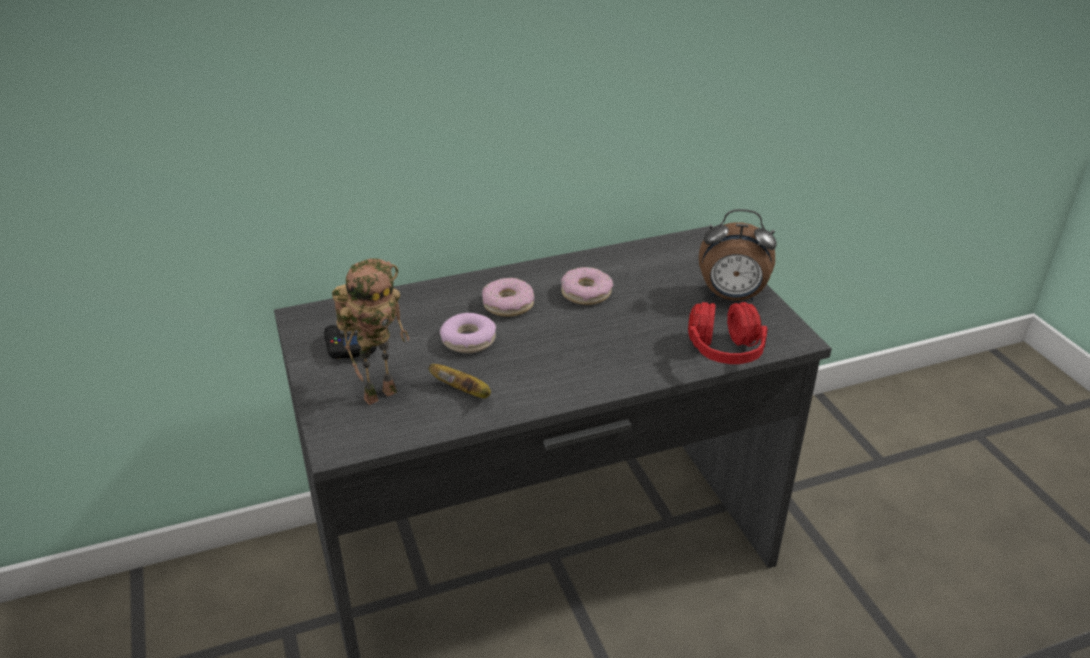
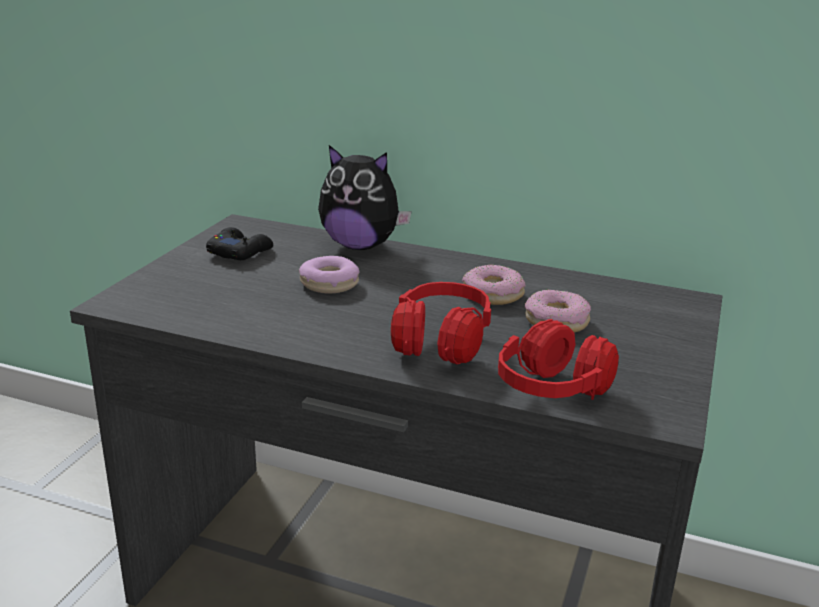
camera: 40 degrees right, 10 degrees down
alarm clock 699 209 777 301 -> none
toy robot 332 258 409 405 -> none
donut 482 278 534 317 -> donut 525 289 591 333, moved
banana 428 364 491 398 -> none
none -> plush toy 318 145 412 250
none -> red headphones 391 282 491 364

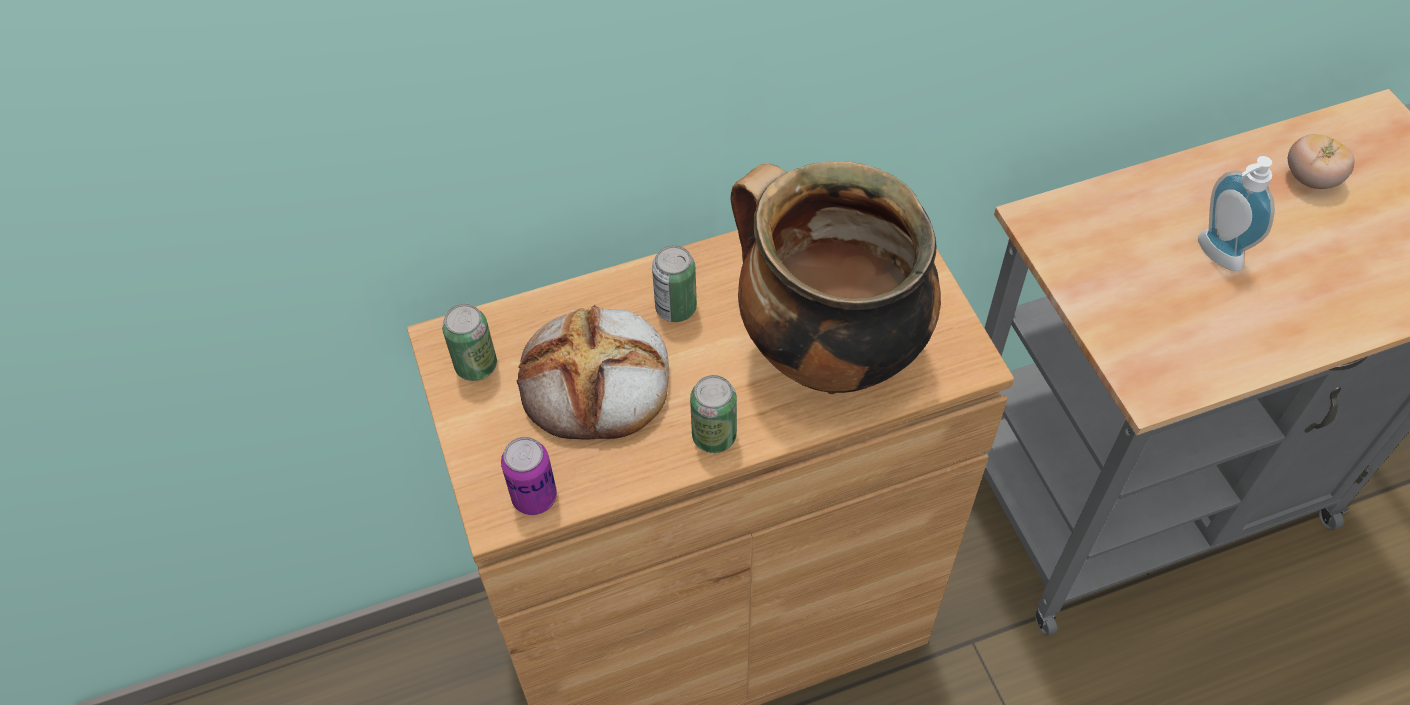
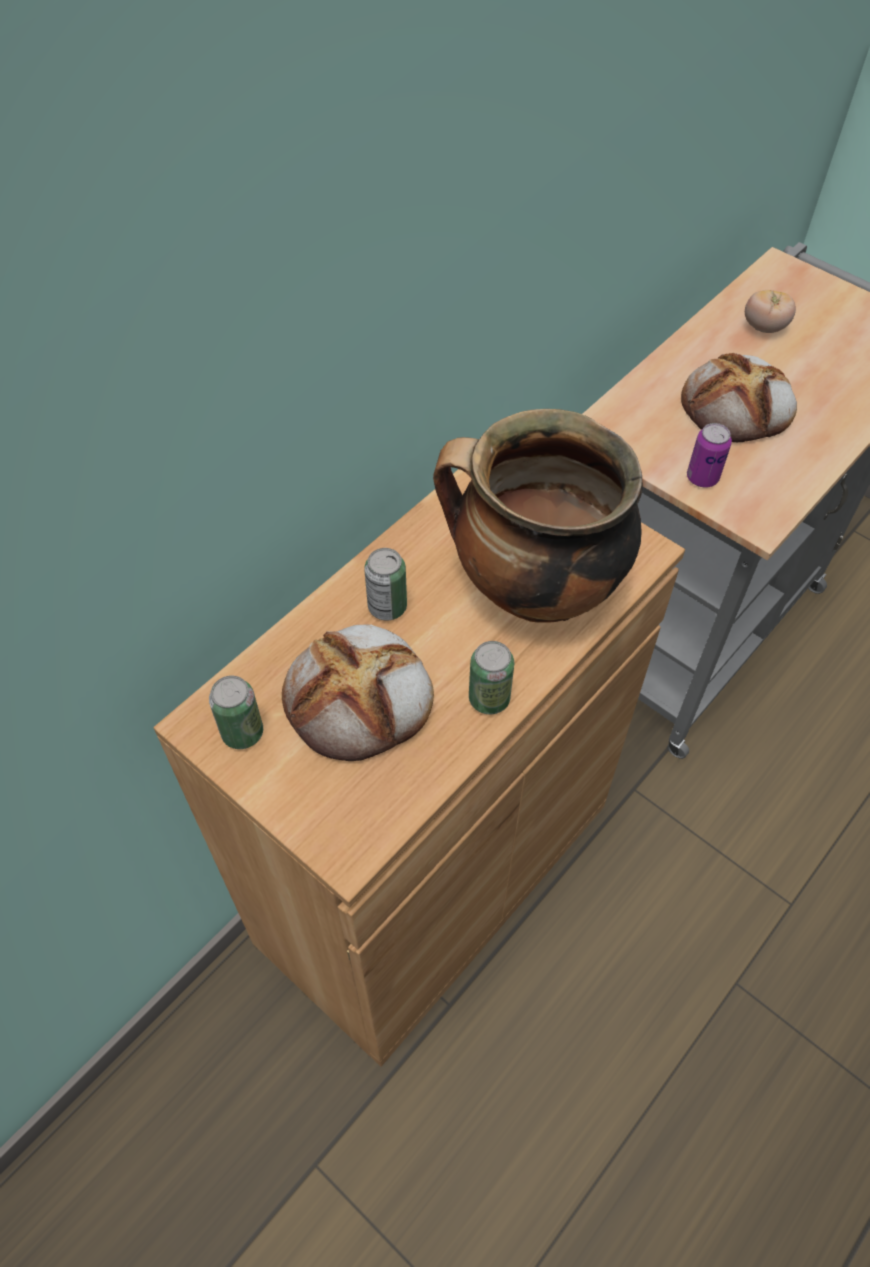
camera: 30 degrees left, 0 degrees up
soap dispenser 1198 156 1275 271 -> bread 681 353 797 442
can 501 437 557 515 -> can 687 423 732 488, moved

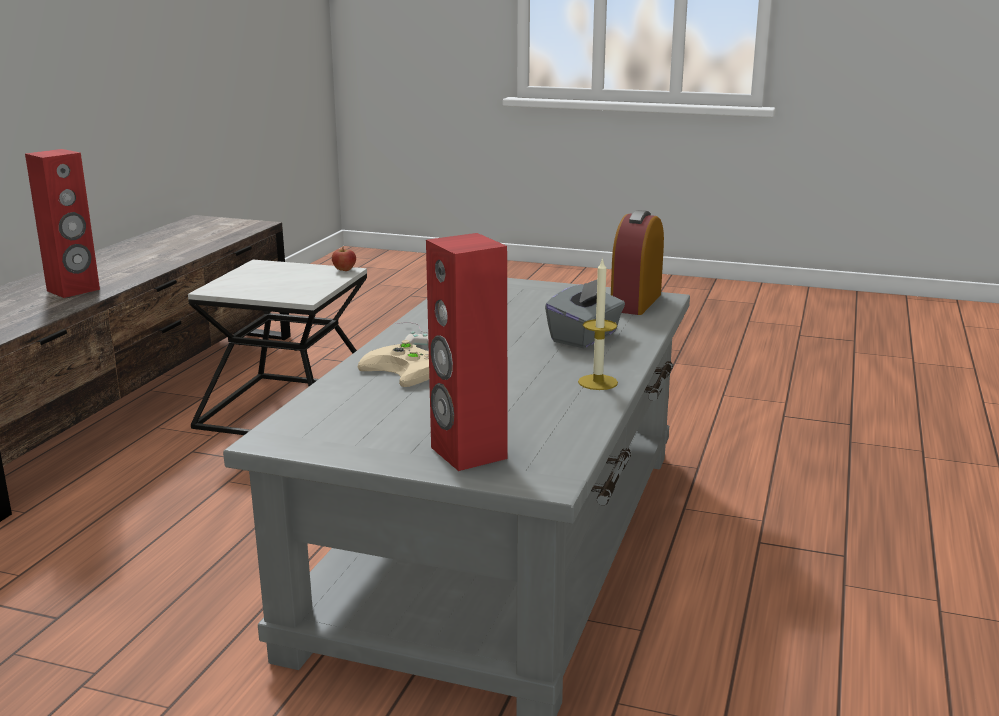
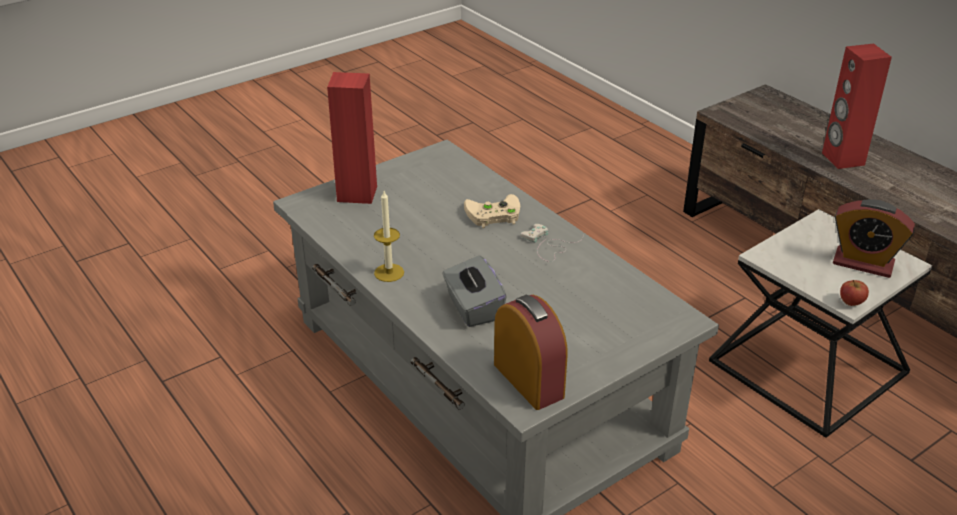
camera: 125 degrees right, 15 degrees up
none -> alarm clock 833 199 915 278

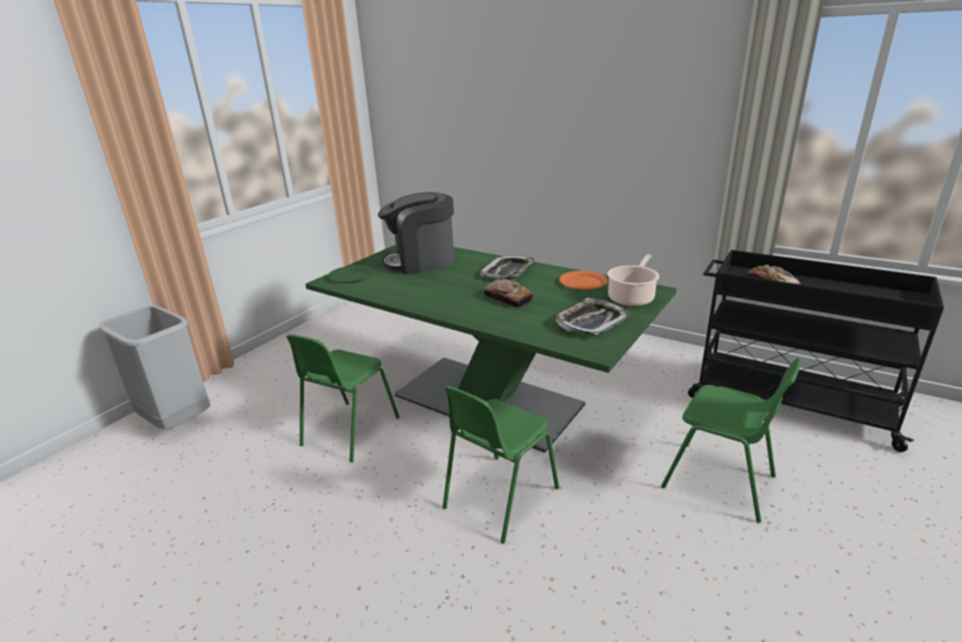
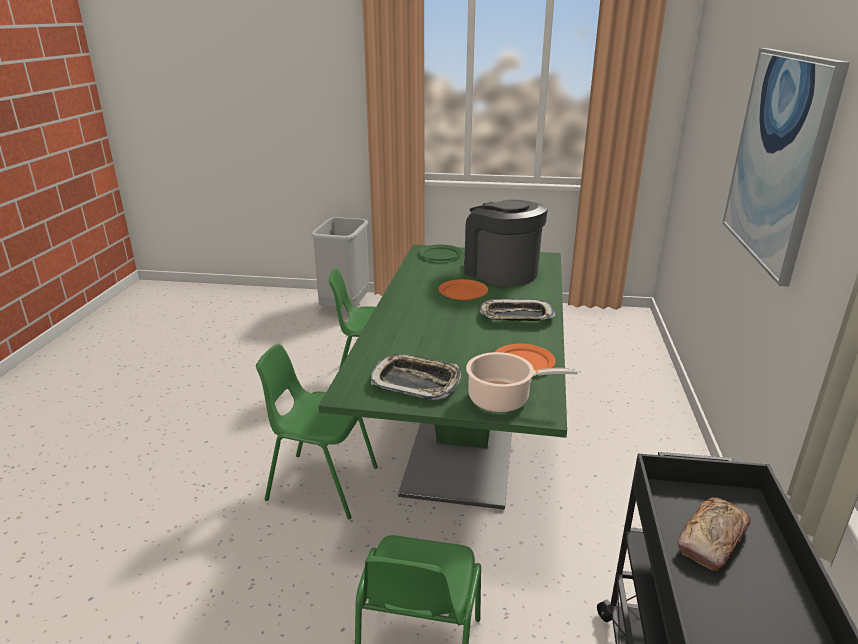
camera: 65 degrees right, 0 degrees up
bread 483 279 533 308 -> none
none -> picture 723 48 850 287
none -> orange plate 438 279 488 300

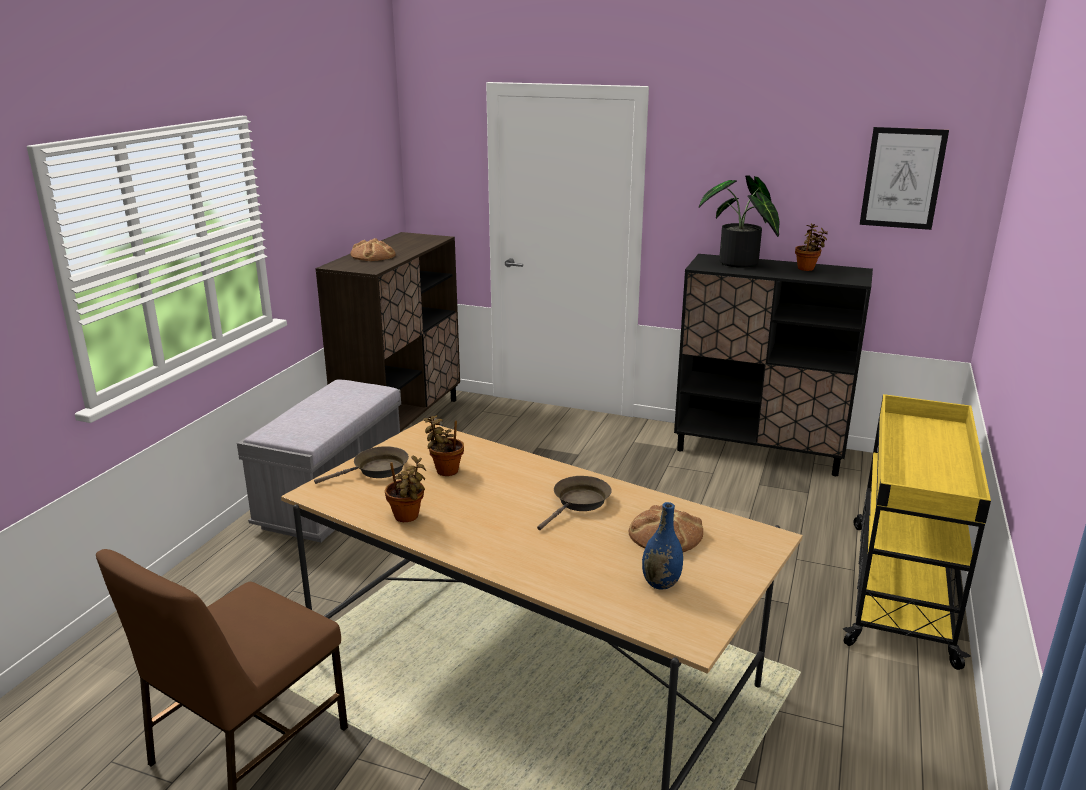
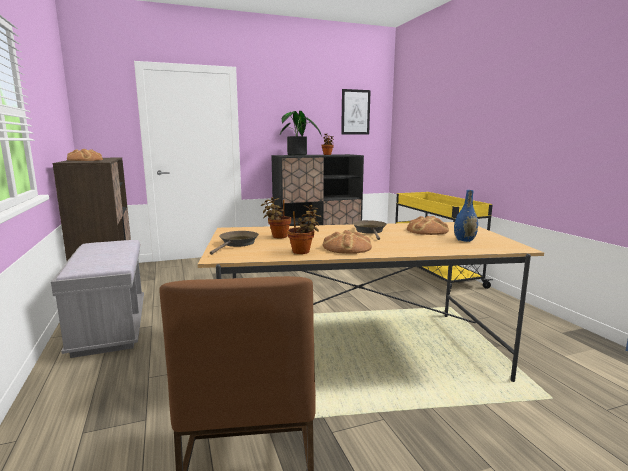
camera: 40 degrees left, 10 degrees down
none -> bread 323 230 372 254

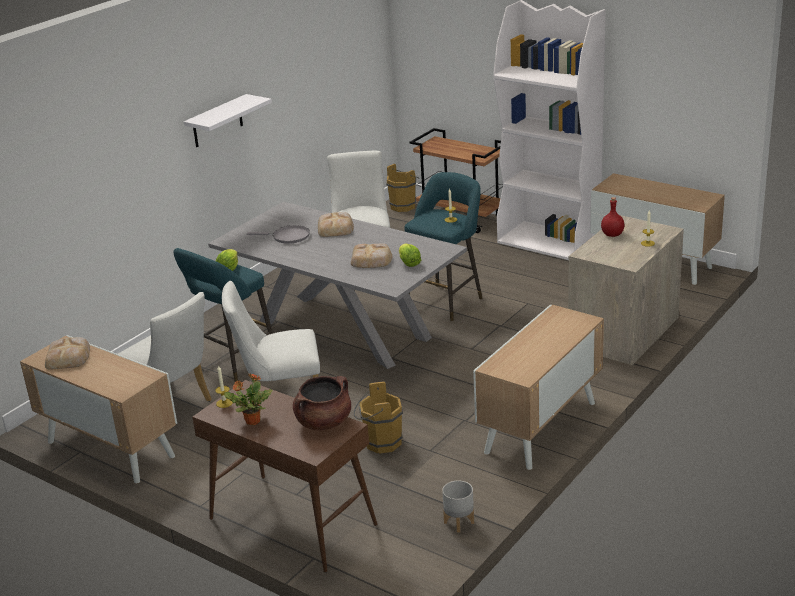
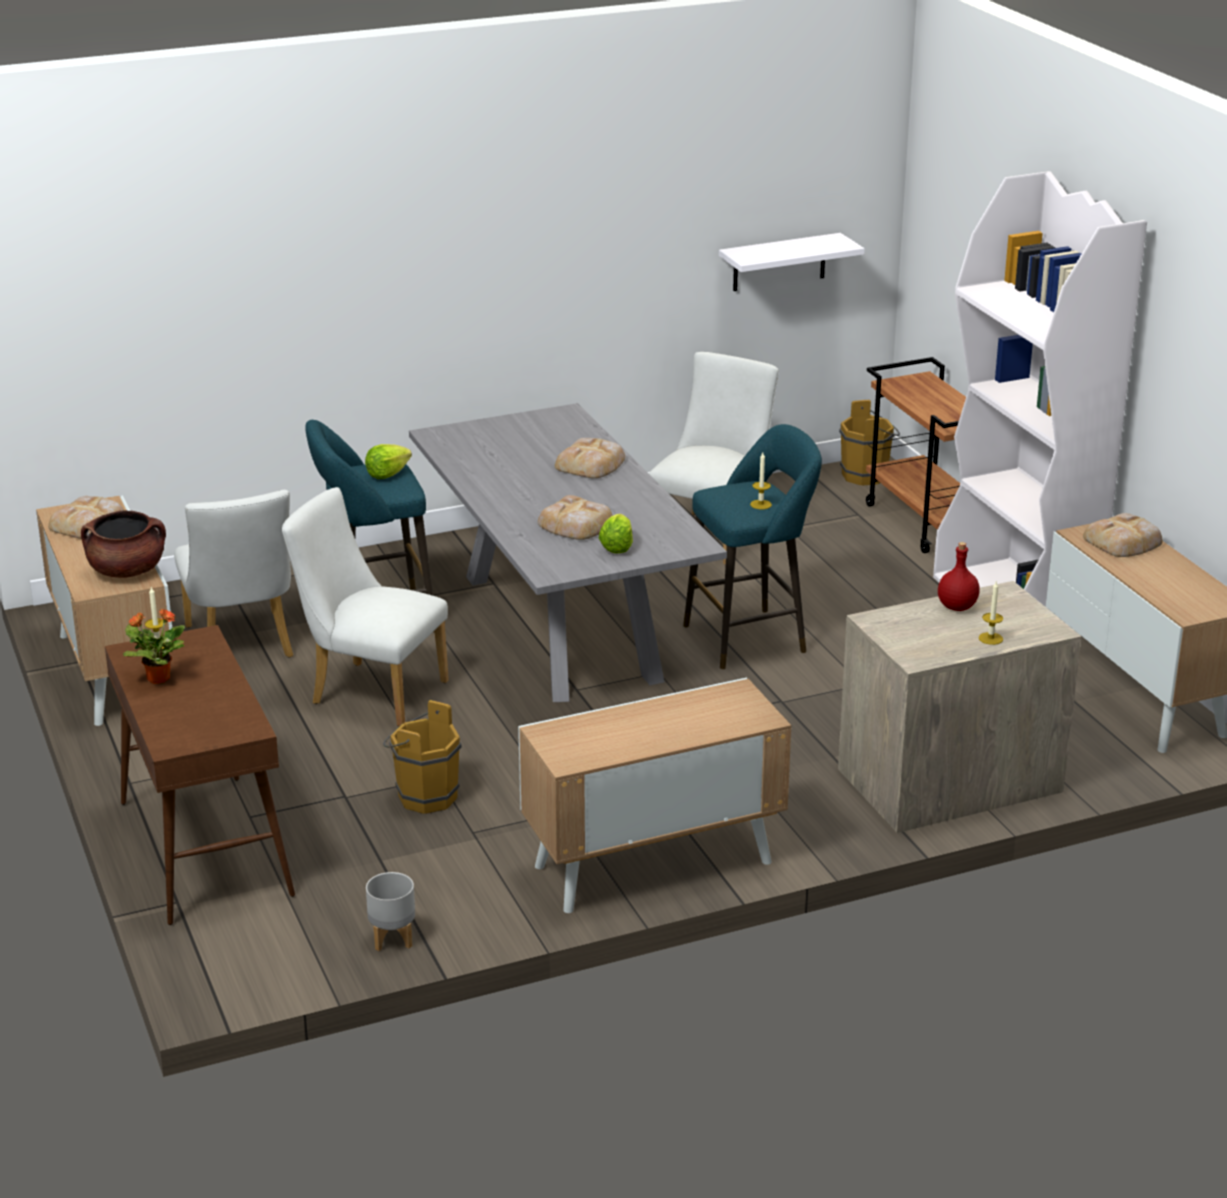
camera: 30 degrees right, 0 degrees up
white shelf 184 94 272 147 -> white shelf 719 233 865 291, moved
grey frying pan 247 225 310 244 -> none
brown cooking pot 293 376 351 430 -> brown cooking pot 81 510 166 578, moved
none -> bread 1083 513 1163 557

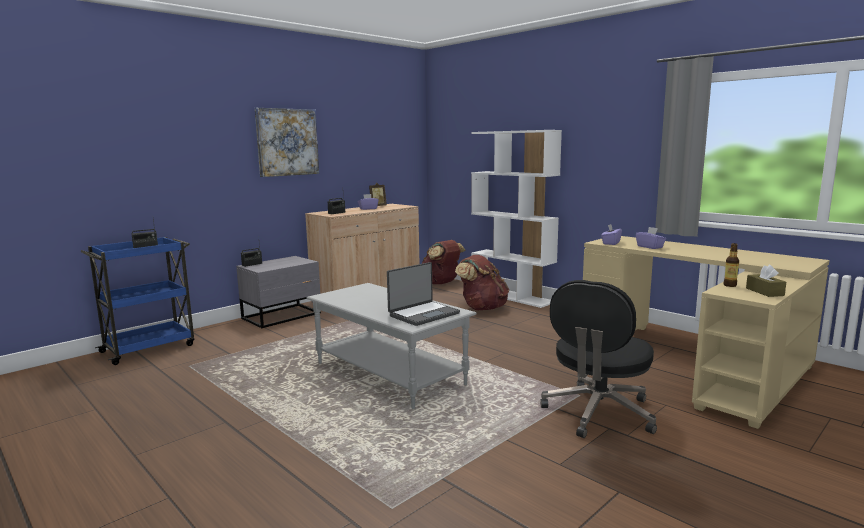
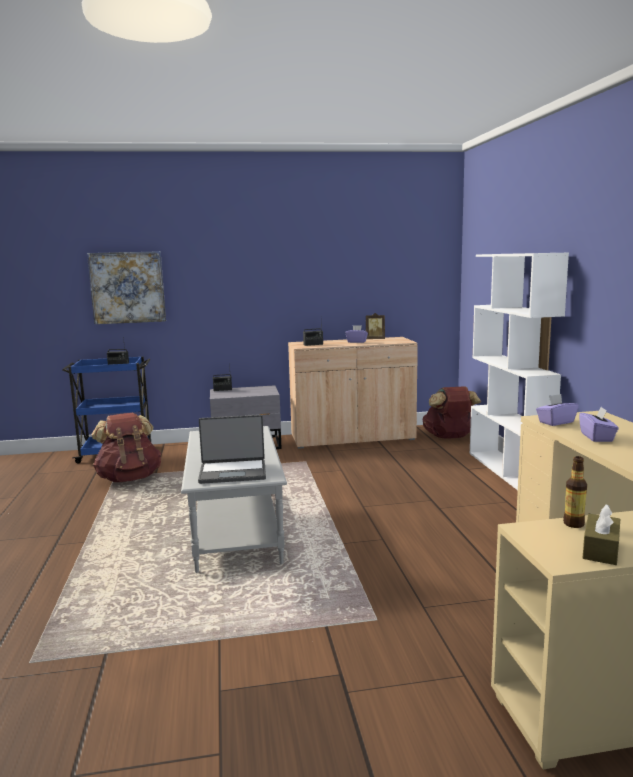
camera: 35 degrees right, 0 degrees up
picture 255 108 319 177 -> picture 87 251 166 324, moved
brown backpack 455 255 509 310 -> brown backpack 92 413 161 482, moved
black office chair 540 280 657 438 -> none

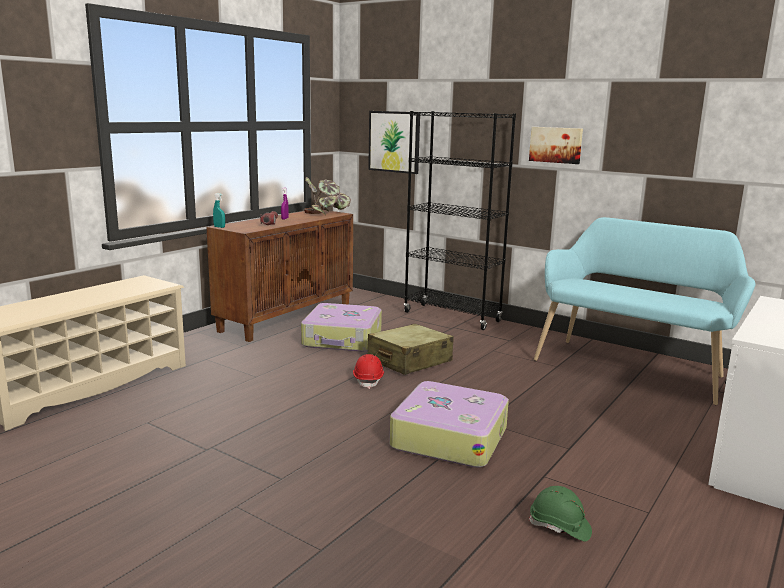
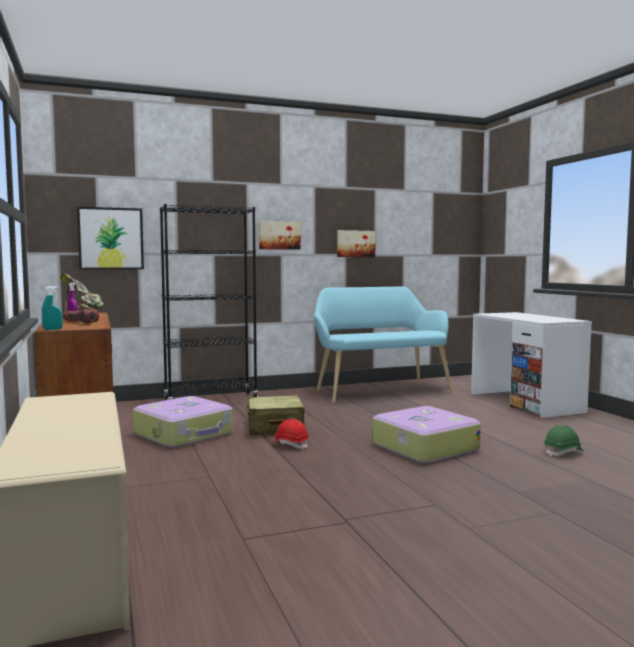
camera: 55 degrees left, 10 degrees down
none -> picture 337 230 375 257

